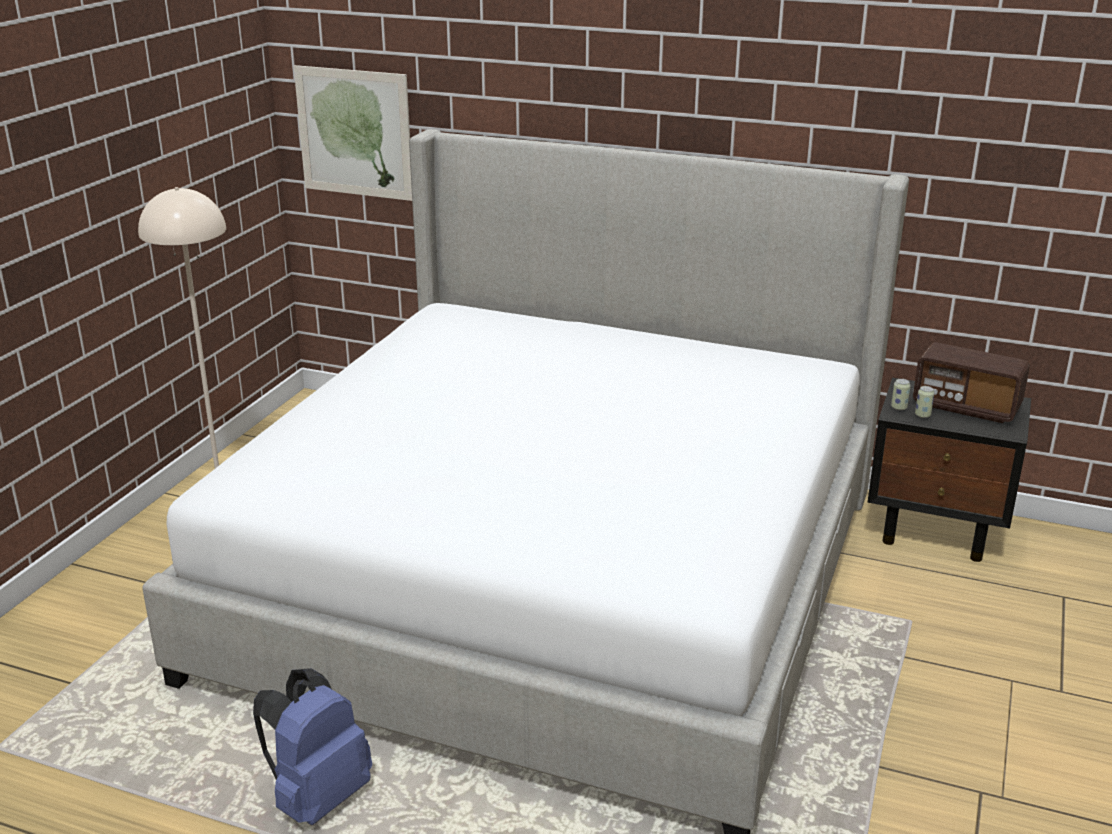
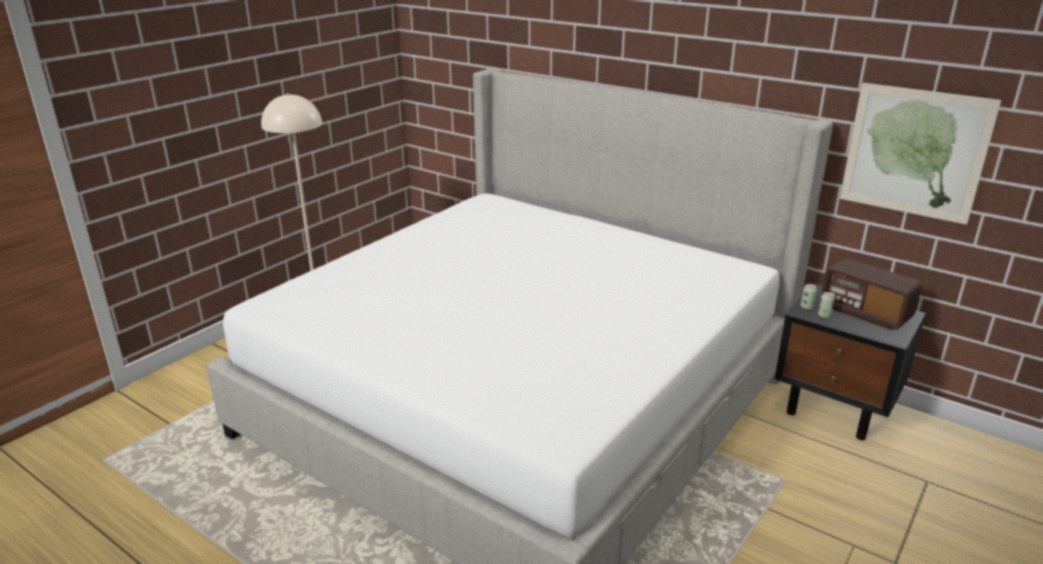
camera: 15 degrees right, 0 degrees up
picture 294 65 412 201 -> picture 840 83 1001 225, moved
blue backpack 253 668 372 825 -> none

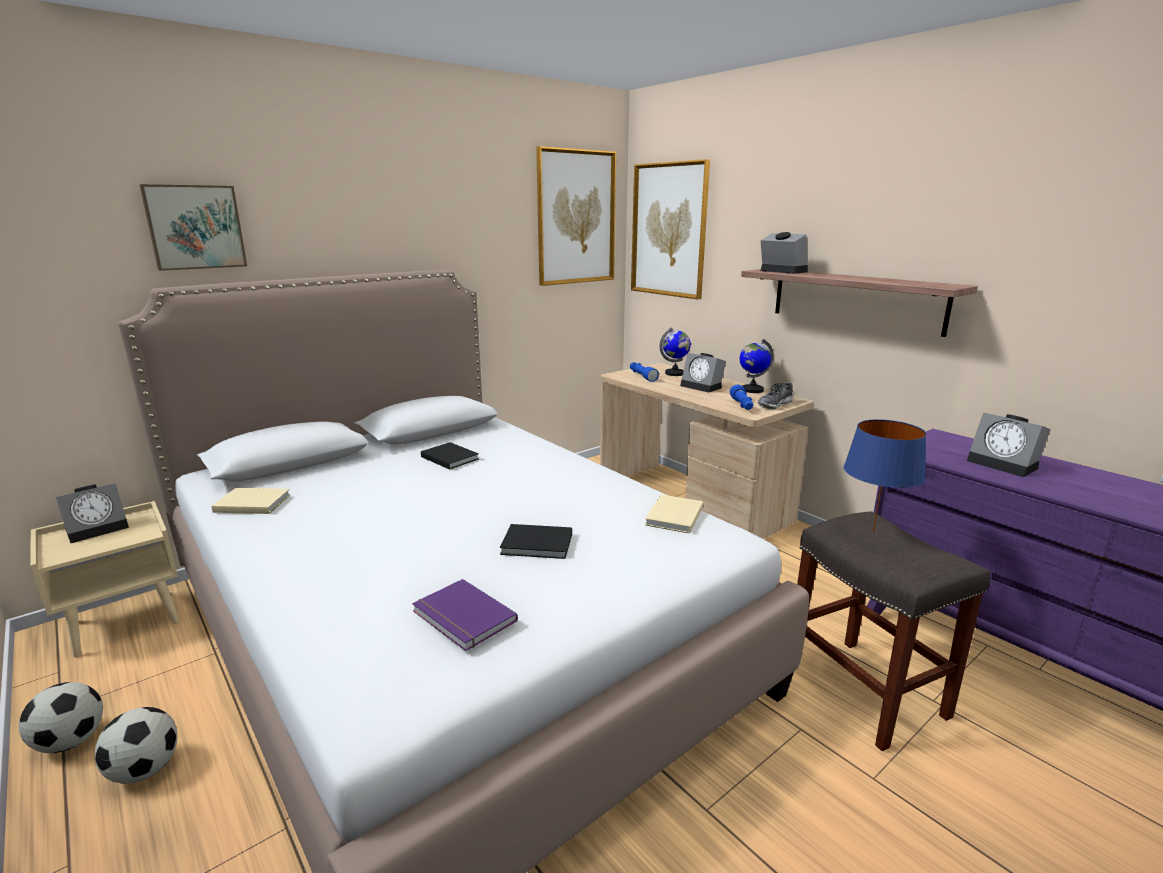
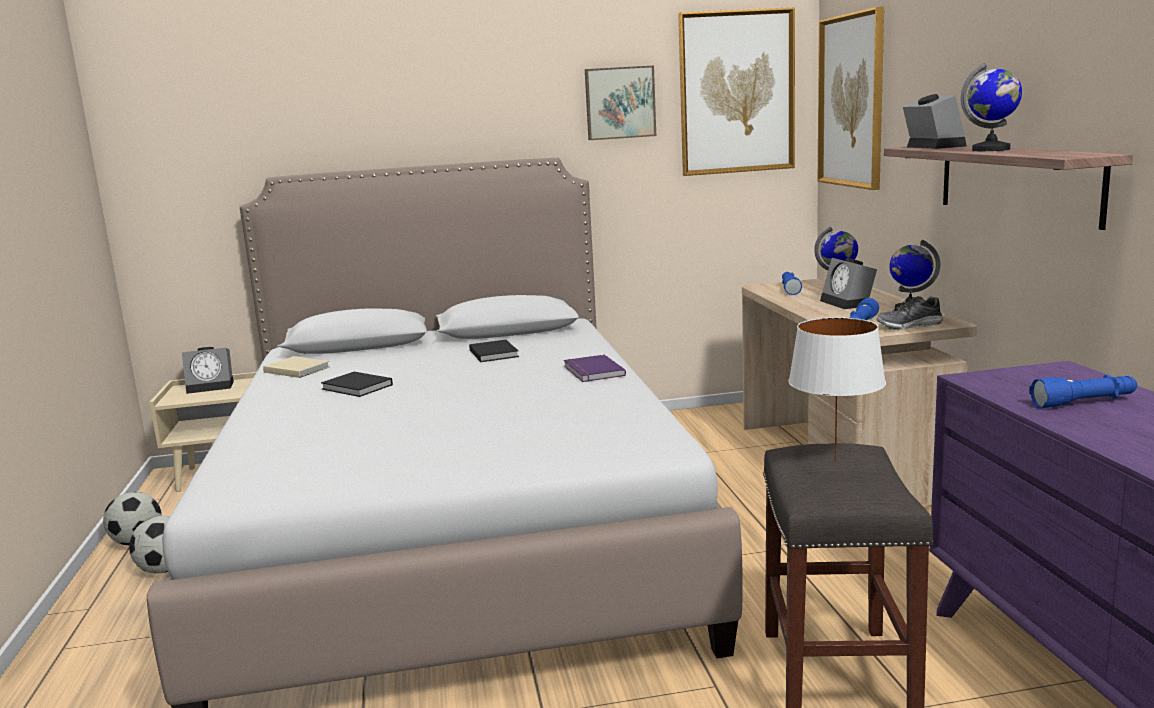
camera: 30 degrees right, 5 degrees down
picture 139 184 247 271 -> picture 585 66 656 140, moved
alarm clock 967 412 1051 477 -> blue flashlight 1029 374 1137 408
blue table lamp 844 419 927 533 -> white table lamp 788 317 886 462
beige book 645 494 703 533 -> none
black book 500 524 572 559 -> black book 321 372 393 397, moved
purple book 412 579 518 651 -> purple book 564 355 626 382, moved
none -> globe 961 63 1022 151

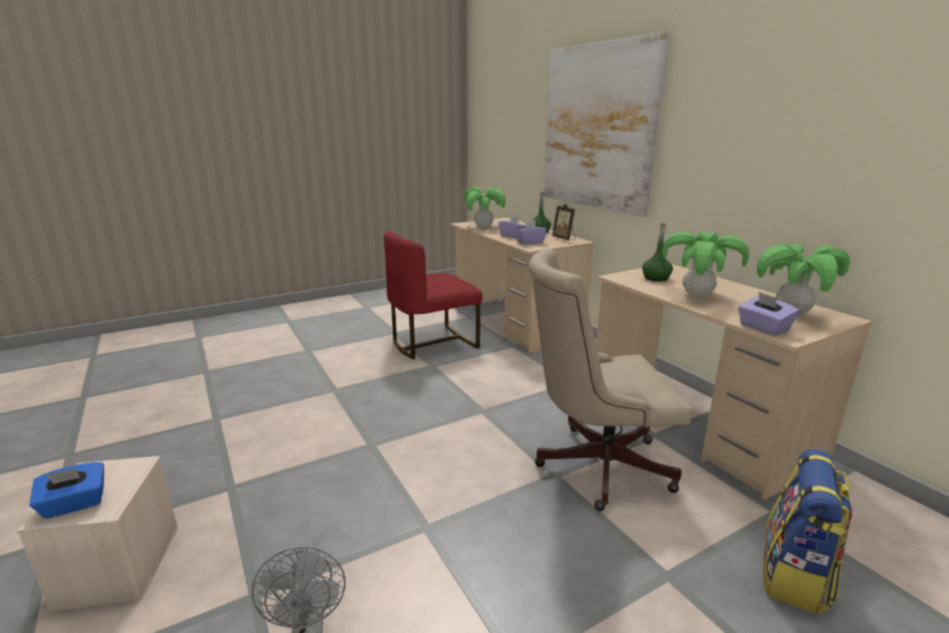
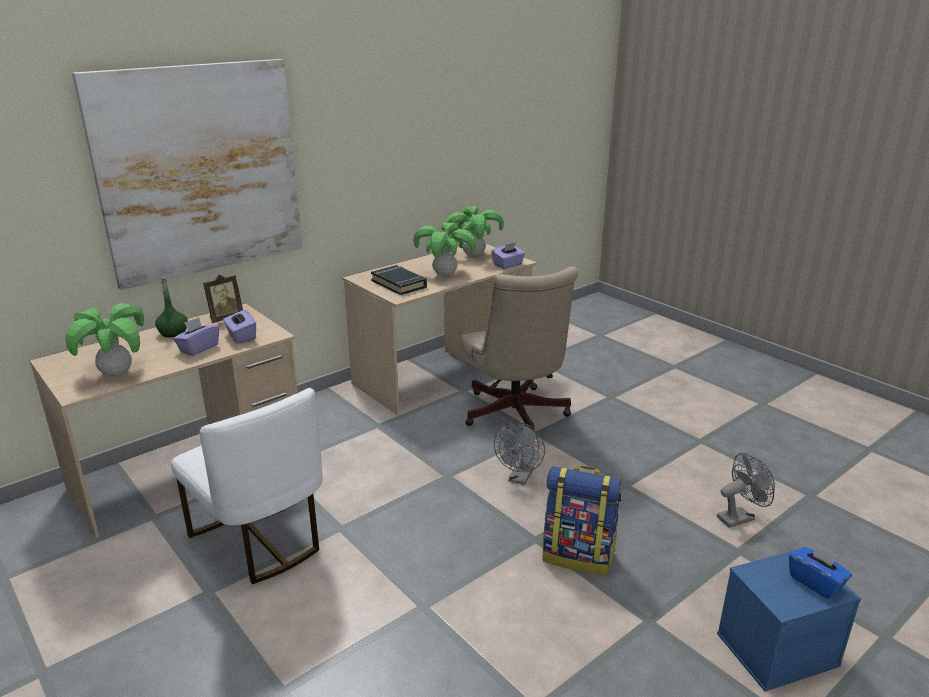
camera: 100 degrees left, 5 degrees up
green bottle 642 222 673 281 -> black book 371 265 427 295
red chair 384 231 482 359 -> white chair 171 388 323 584
backpack 763 449 853 615 -> backpack 543 466 622 575, moved
beige storage box 17 456 178 612 -> blue storage box 717 550 861 691
none -> grey fan 494 422 545 485

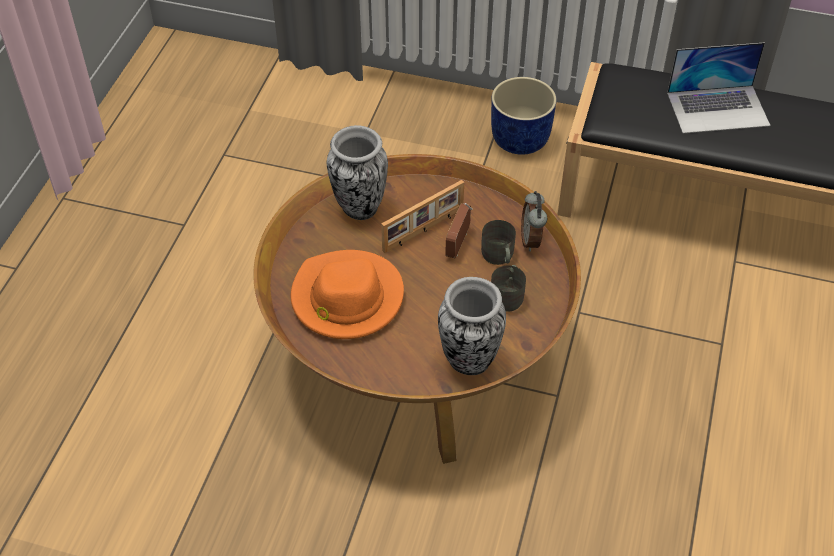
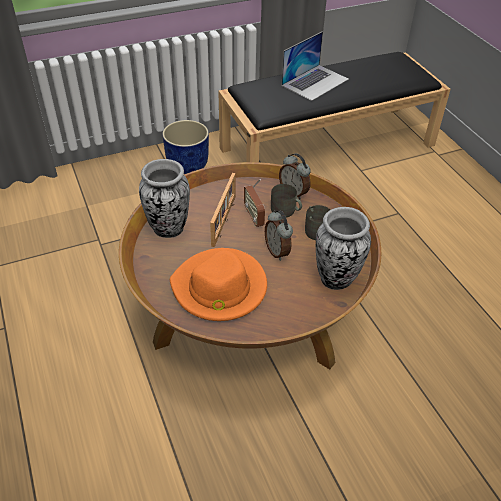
camera: 40 degrees left, 5 degrees down
none -> alarm clock 265 210 293 261

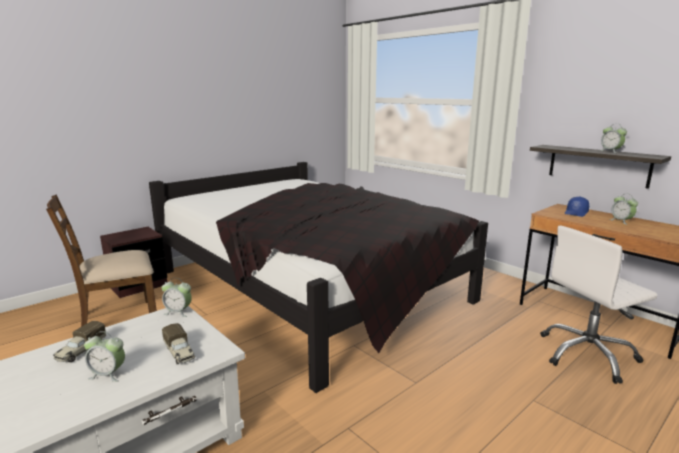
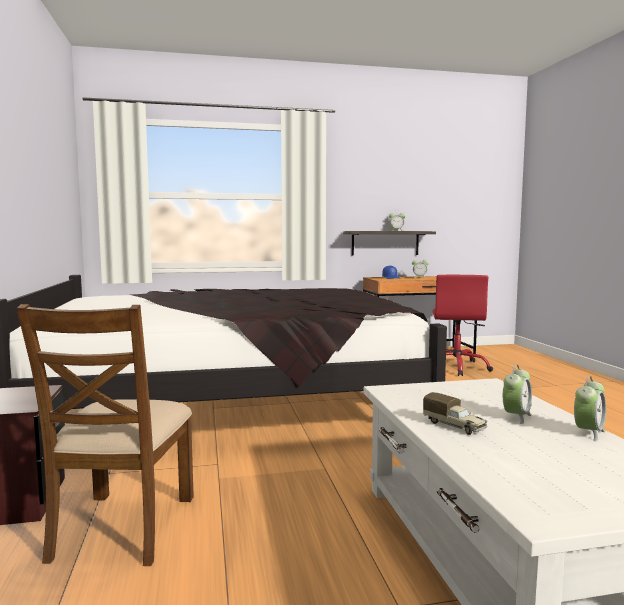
camera: 60 degrees left, 10 degrees down
white office chair 541 226 658 384 -> red office chair 432 275 493 376
alarm clock 162 278 192 317 -> alarm clock 574 376 606 441, moved
toy truck 162 323 195 364 -> none

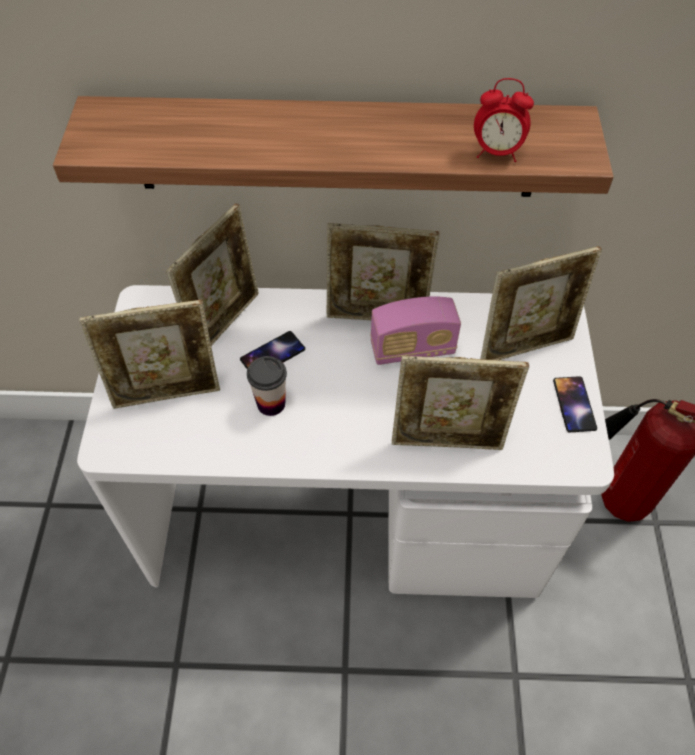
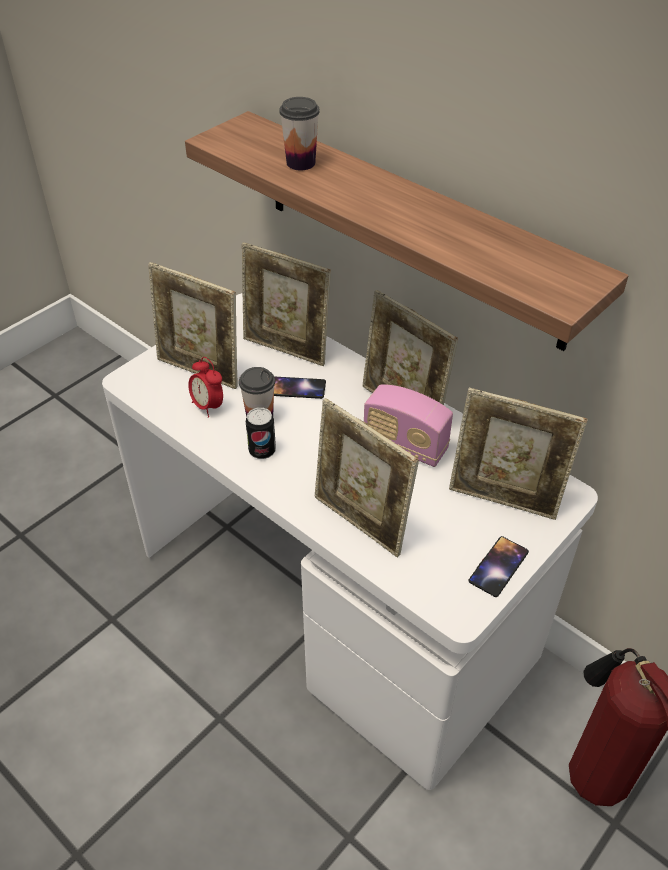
camera: 40 degrees right, 10 degrees down
alarm clock 474 78 534 162 -> alarm clock 188 357 223 418, moved
picture frame 166 203 259 346 -> picture frame 242 242 331 366, 45 degrees clockwise
none -> cup 279 97 320 170
none -> can 246 407 276 459

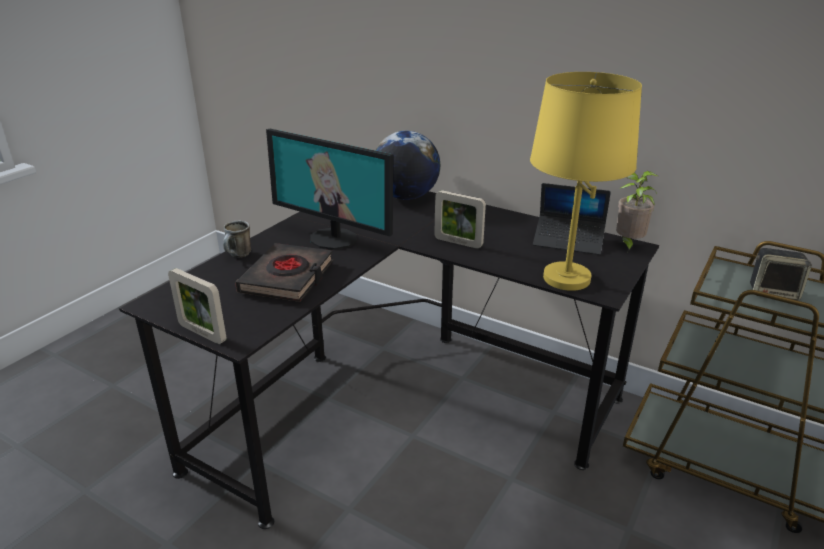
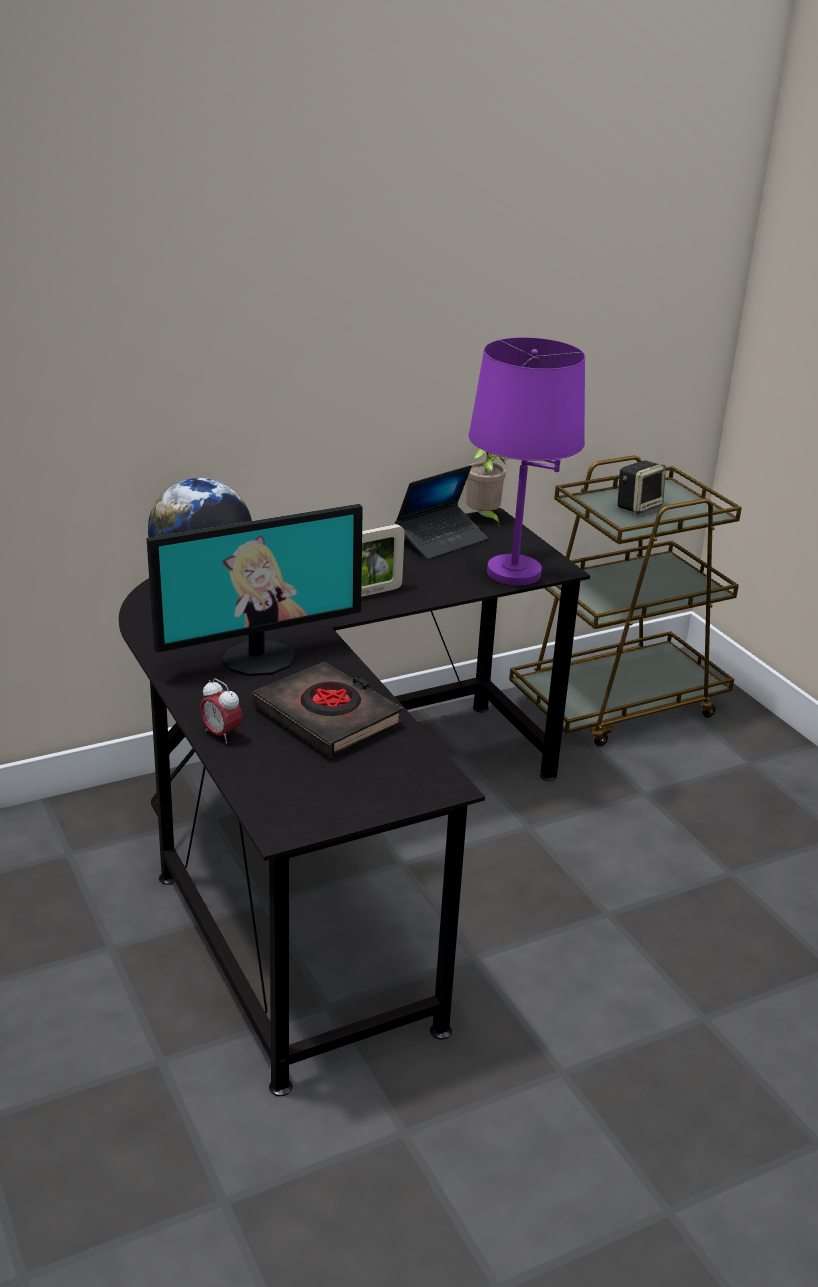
camera: 60 degrees left, 0 degrees up
yellow table lamp 530 72 642 291 -> purple table lamp 469 337 585 586
mug 223 221 251 258 -> alarm clock 200 678 242 744
picture frame 168 268 226 344 -> none

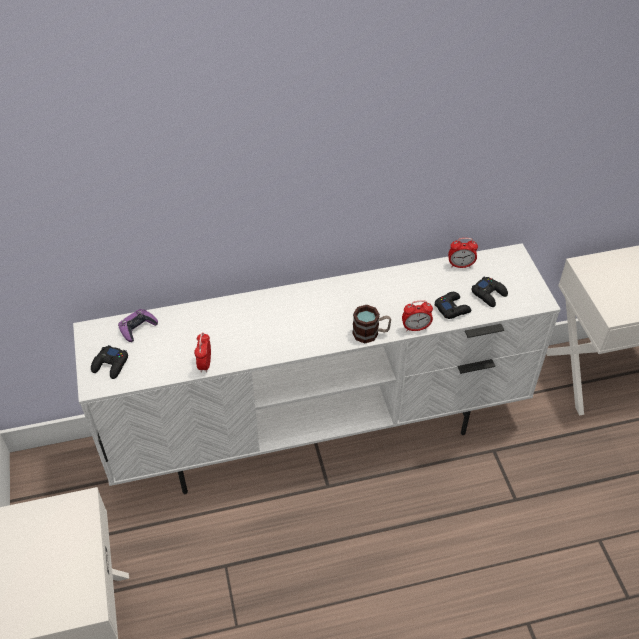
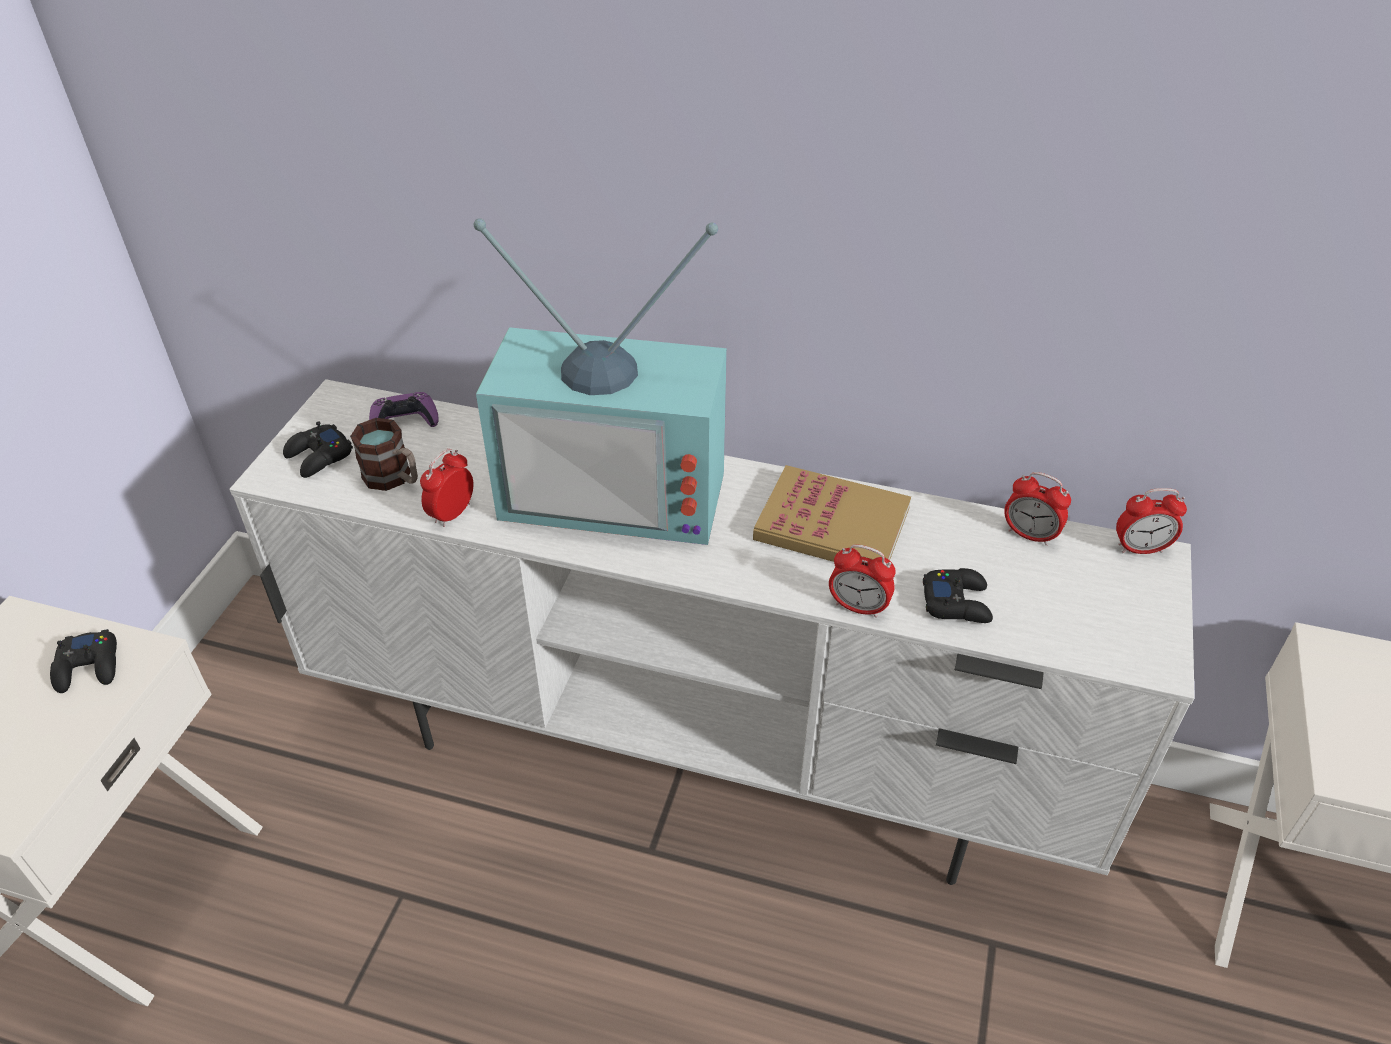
camera: 30 degrees right, 5 degrees down
black game controller 471 277 508 307 -> black game controller 50 629 117 693, moved
mug 352 305 391 343 -> mug 350 418 418 491, moved
none -> television 474 219 727 545
none -> book 753 465 911 562
none -> alarm clock 1116 488 1187 554

